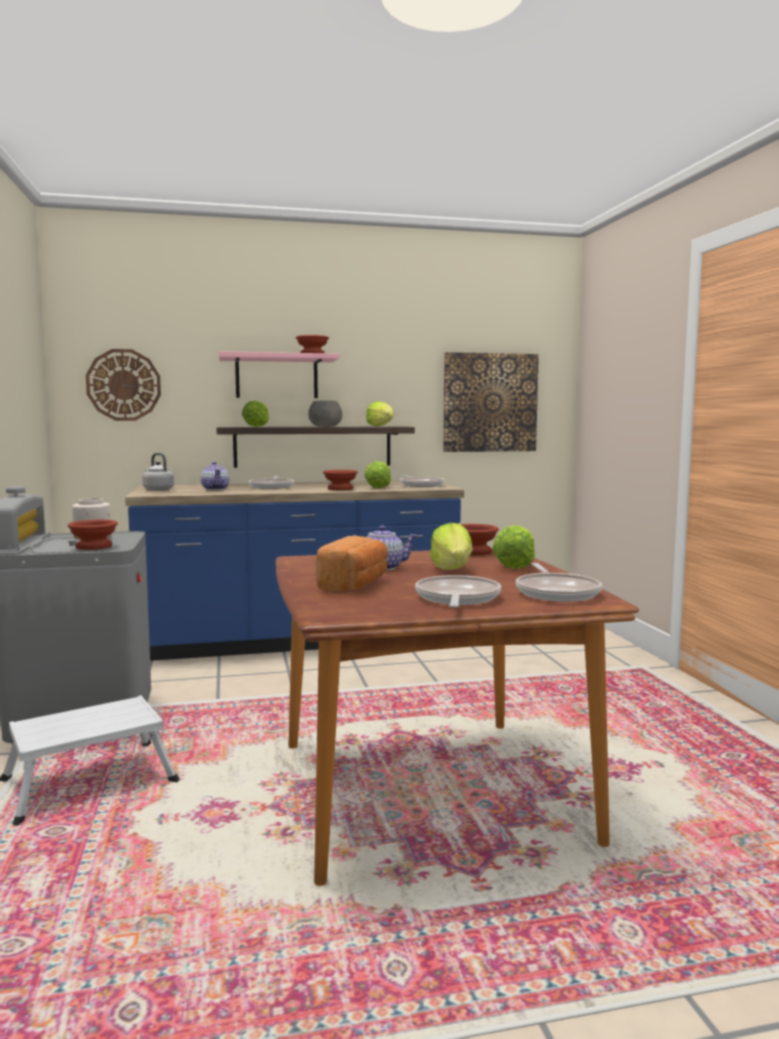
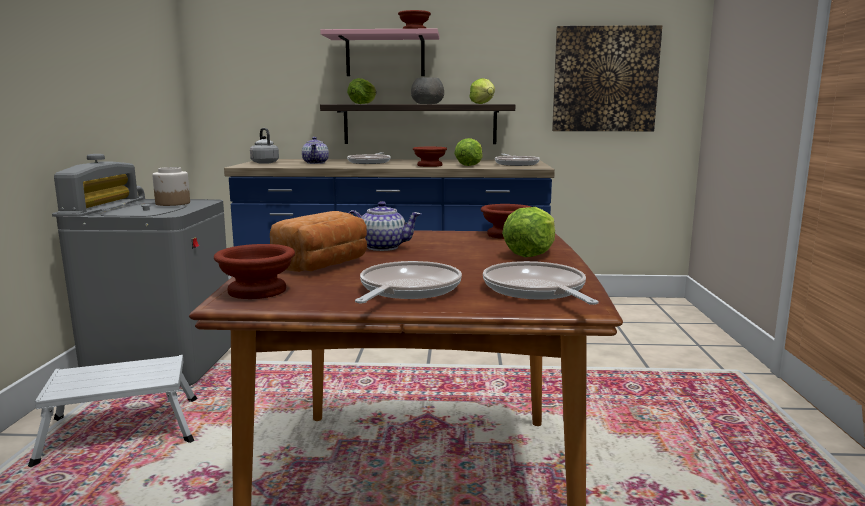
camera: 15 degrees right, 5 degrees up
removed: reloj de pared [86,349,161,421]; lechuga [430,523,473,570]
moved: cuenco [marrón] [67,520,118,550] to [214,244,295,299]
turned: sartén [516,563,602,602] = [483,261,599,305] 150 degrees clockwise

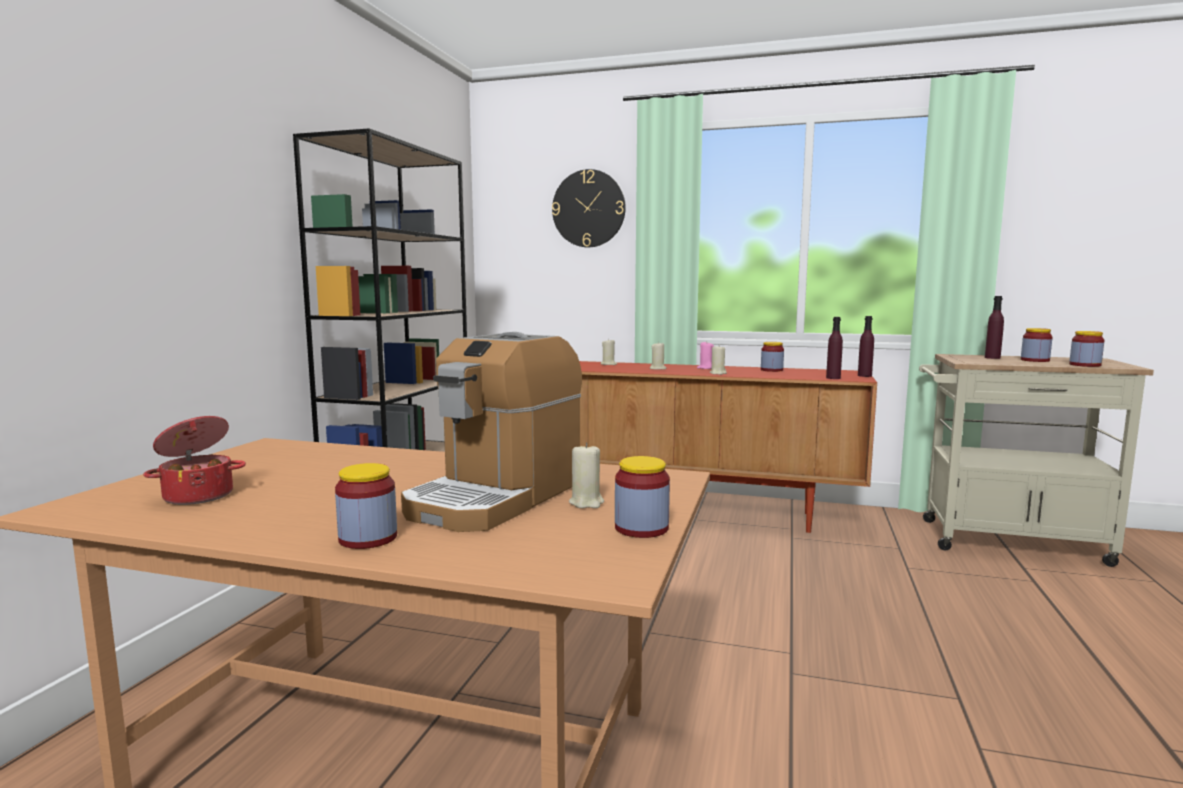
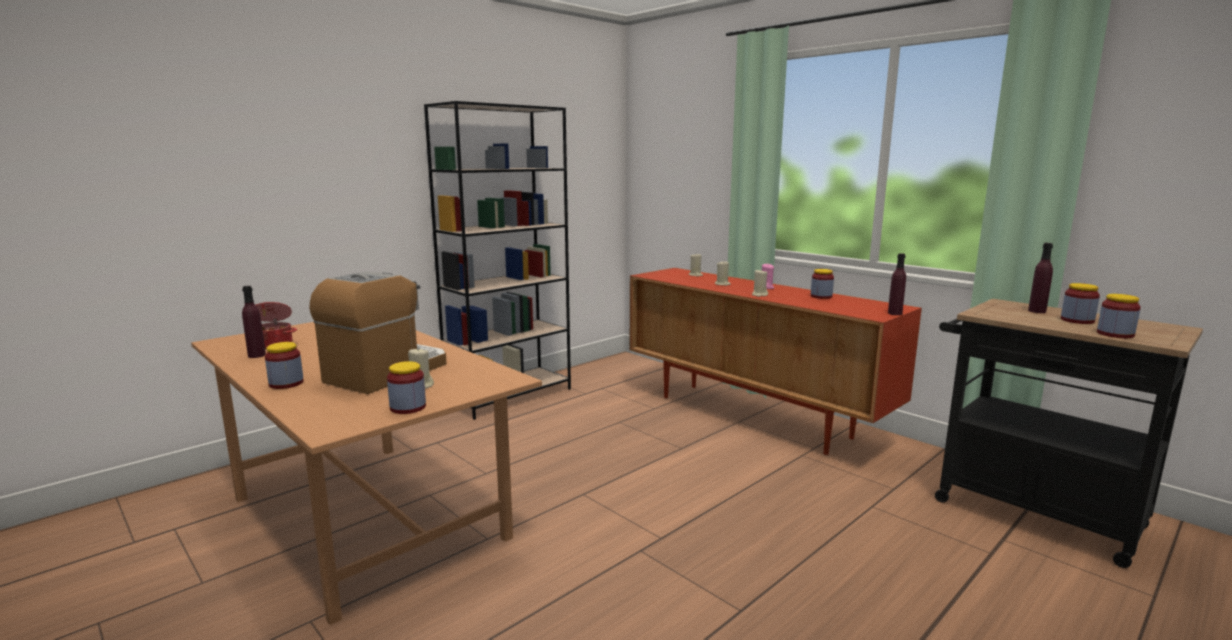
camera: 30 degrees right, 5 degrees up
removed: reloj de pared [552,169,626,247]
moved: botella [morado] [826,317,843,379] to [242,286,266,358]
recoloured: carrito [beis] [919,354,1154,567] to carrito [negro] [935,299,1203,568]
turned: cafetera [401,332,582,532] = [310,271,447,394] 150 degrees clockwise

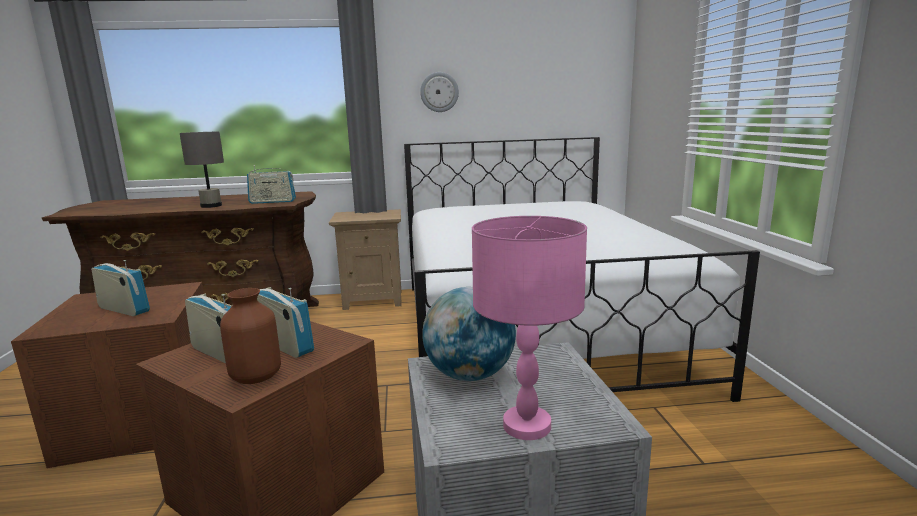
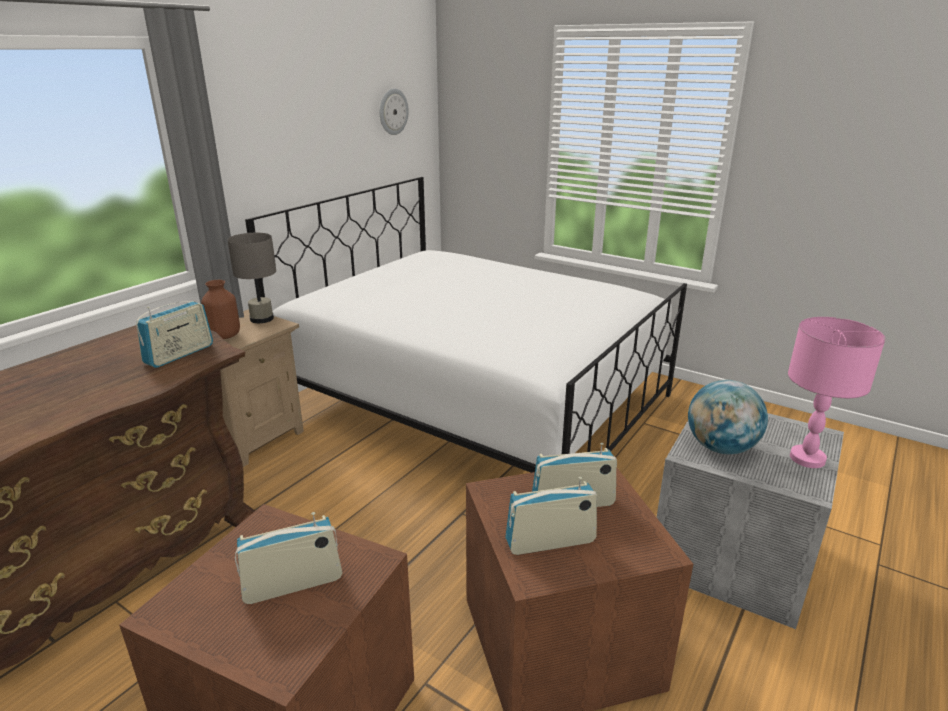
camera: 50 degrees left, 10 degrees up
moved: lámpara de mesa [gris] [180,132,224,208] to [227,233,276,323]; florero [marrón] [220,288,281,384] to [201,280,240,339]; reloj de pared [420,72,459,112] to [380,89,409,135]

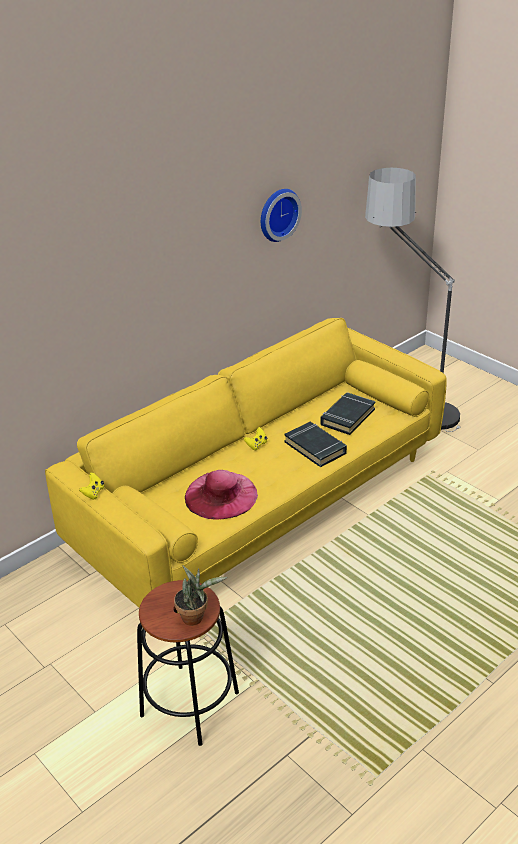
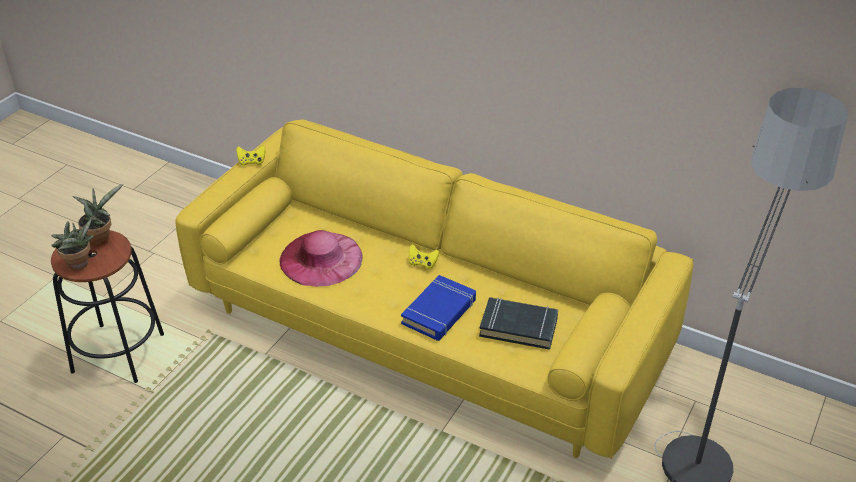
camera: 70 degrees right, 5 degrees up
removed: reloj de pared [261,189,302,242]
added: planta en maceta [72,184,123,247]
recoloured: libro [negro] [284,422,347,467] to libro [azul] [401,275,476,341]

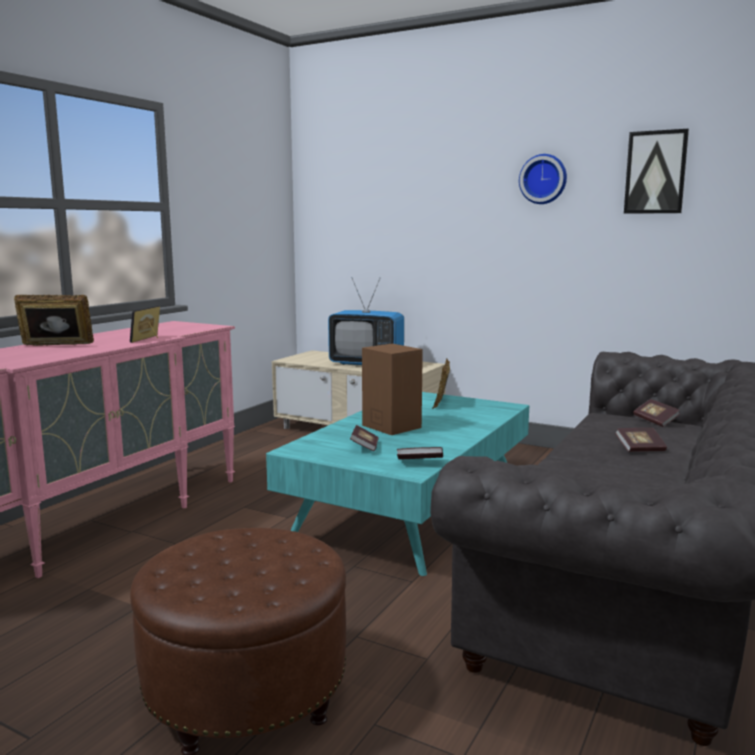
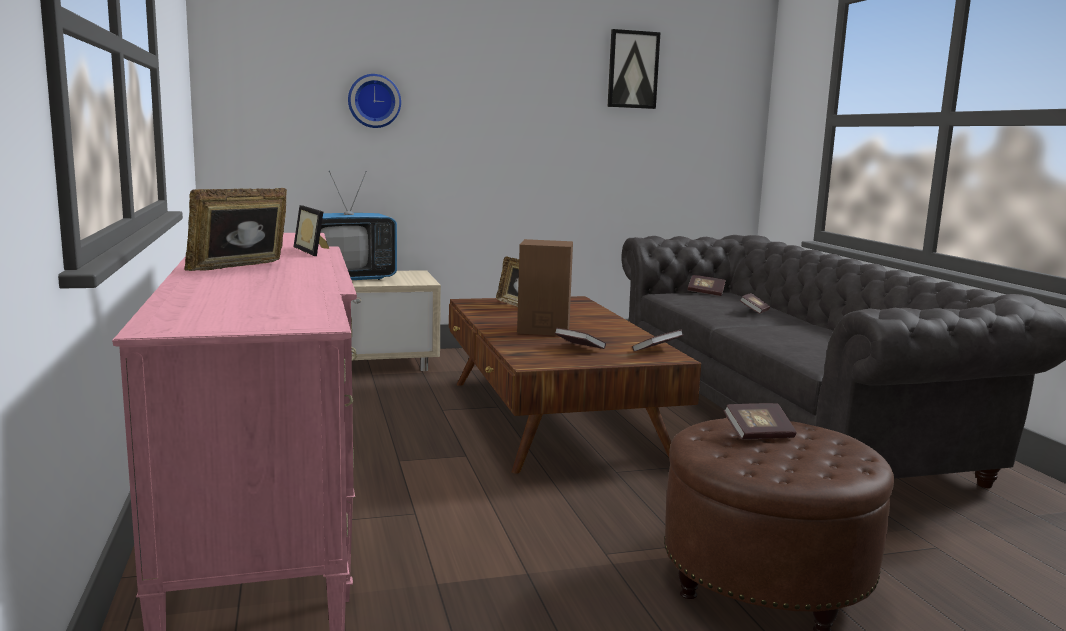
camera: 45 degrees left, 0 degrees up
added: libro [724,403,797,440]
moved: reloj de pared [519,154,567,204] to [348,74,401,128]
recoloured: mesa de centro [turquesa] [266,392,529,576] to mesa de centro [marrón] [449,296,701,474]

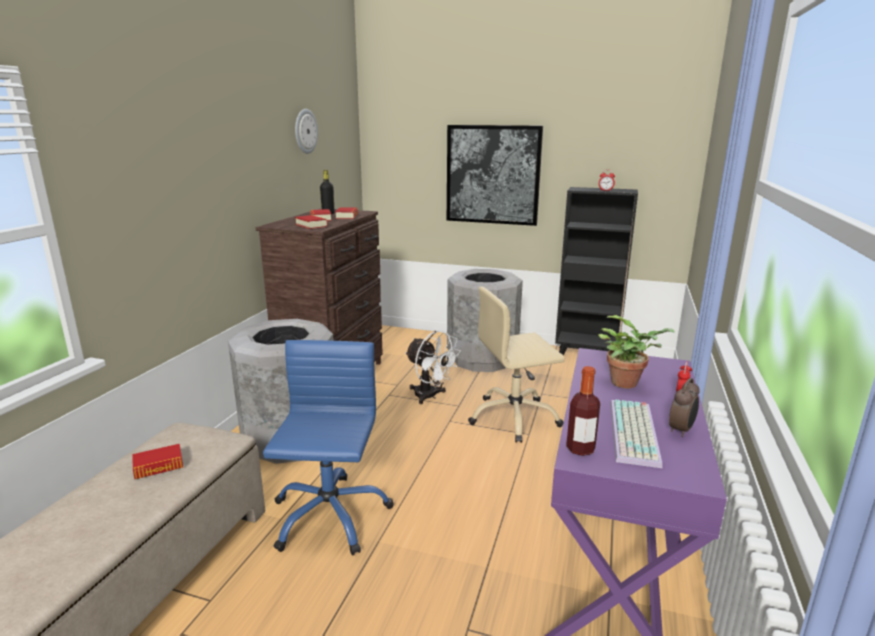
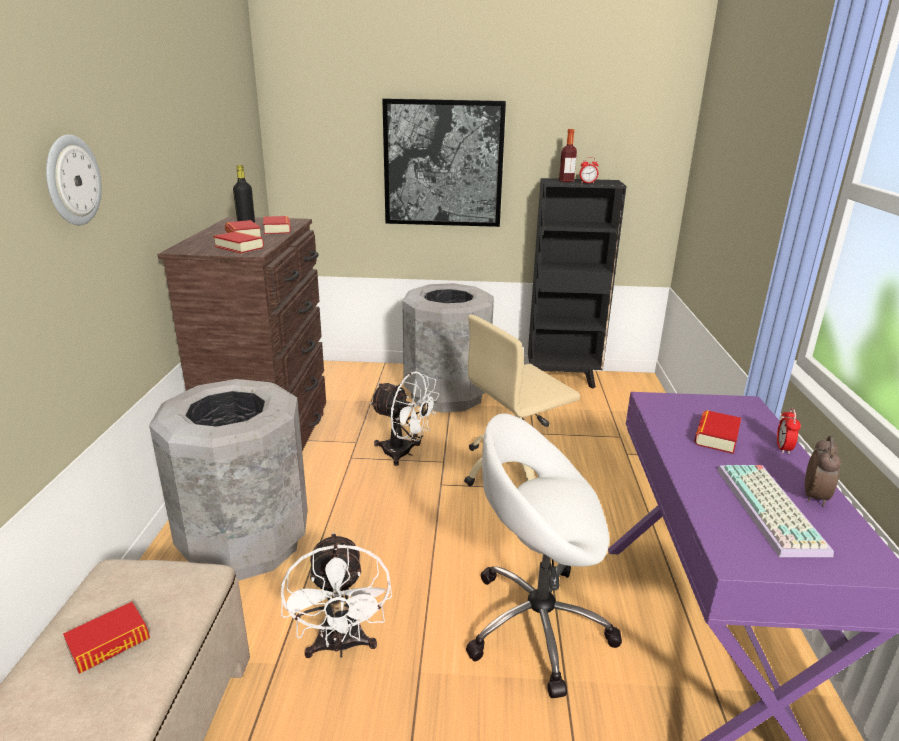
camera: 15 degrees left, 5 degrees up
added: silla de oficina [blanco] [466,413,622,698]
moved: reloj de pared [295,109,318,154] to [46,134,102,225]; botella [566,366,600,456] to [559,129,577,182]
replaced: silla de oficina [azul] [263,340,394,555] to ventilador [blanco] [281,532,392,658]; planta en maceta [598,315,675,388] to libro [694,410,741,454]

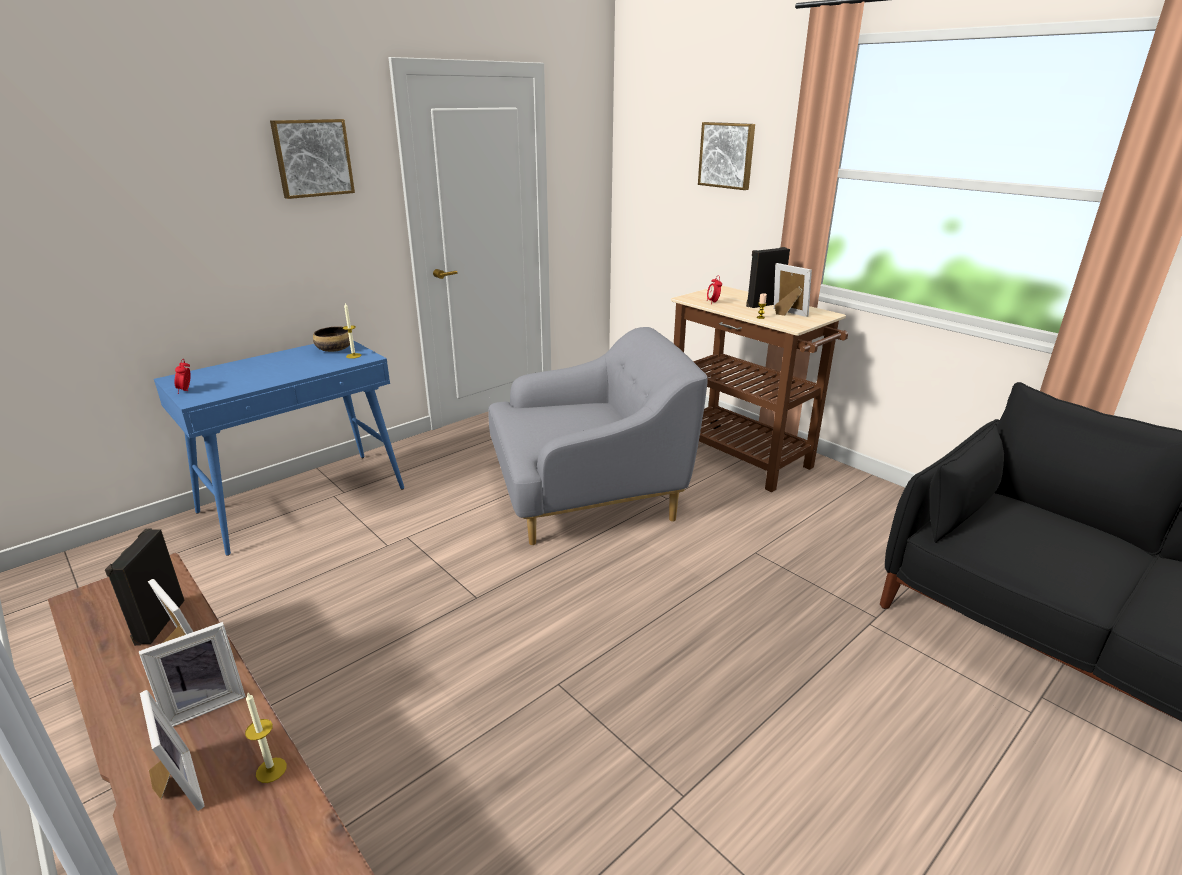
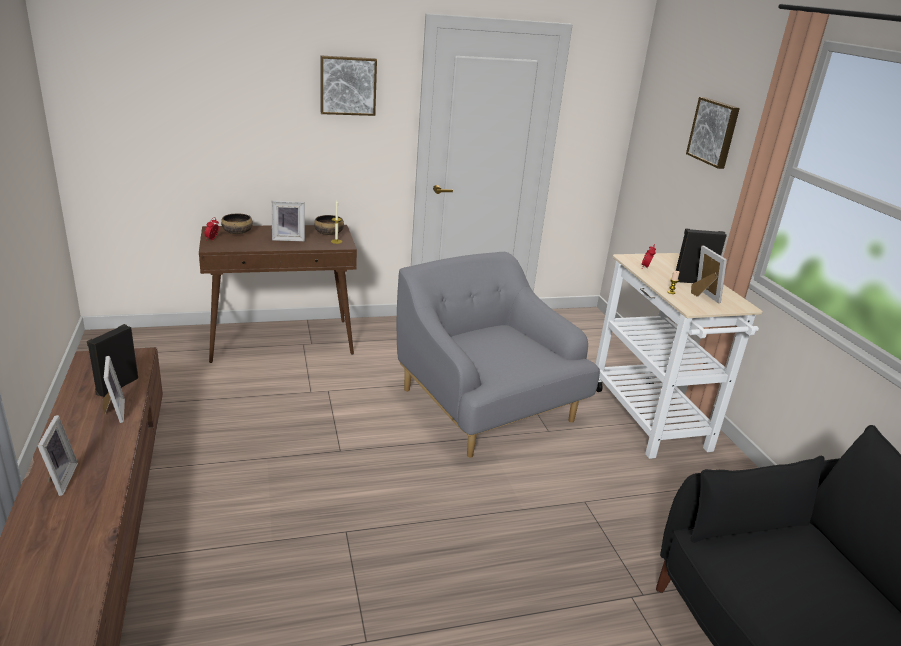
camera: 25 degrees right, 0 degrees up
removed: vela [245,693,287,783]
added: cuenco [221,213,253,234]
moved: portarretratos [139,622,246,727] to [271,201,305,241]
recoloured: mesa consola [azul] [154,340,404,556] to mesa consola [marrón] [199,225,357,363]; carrito [marrón] [671,286,848,492] to carrito [blanco] [596,253,763,459]
turned: sillón [gris] [488,327,708,545] = [397,252,600,458] 135 degrees counterclockwise

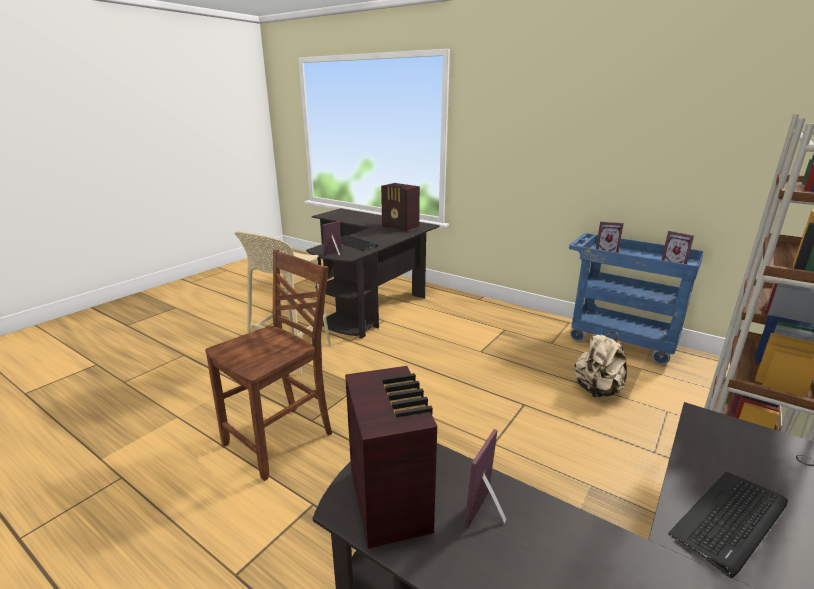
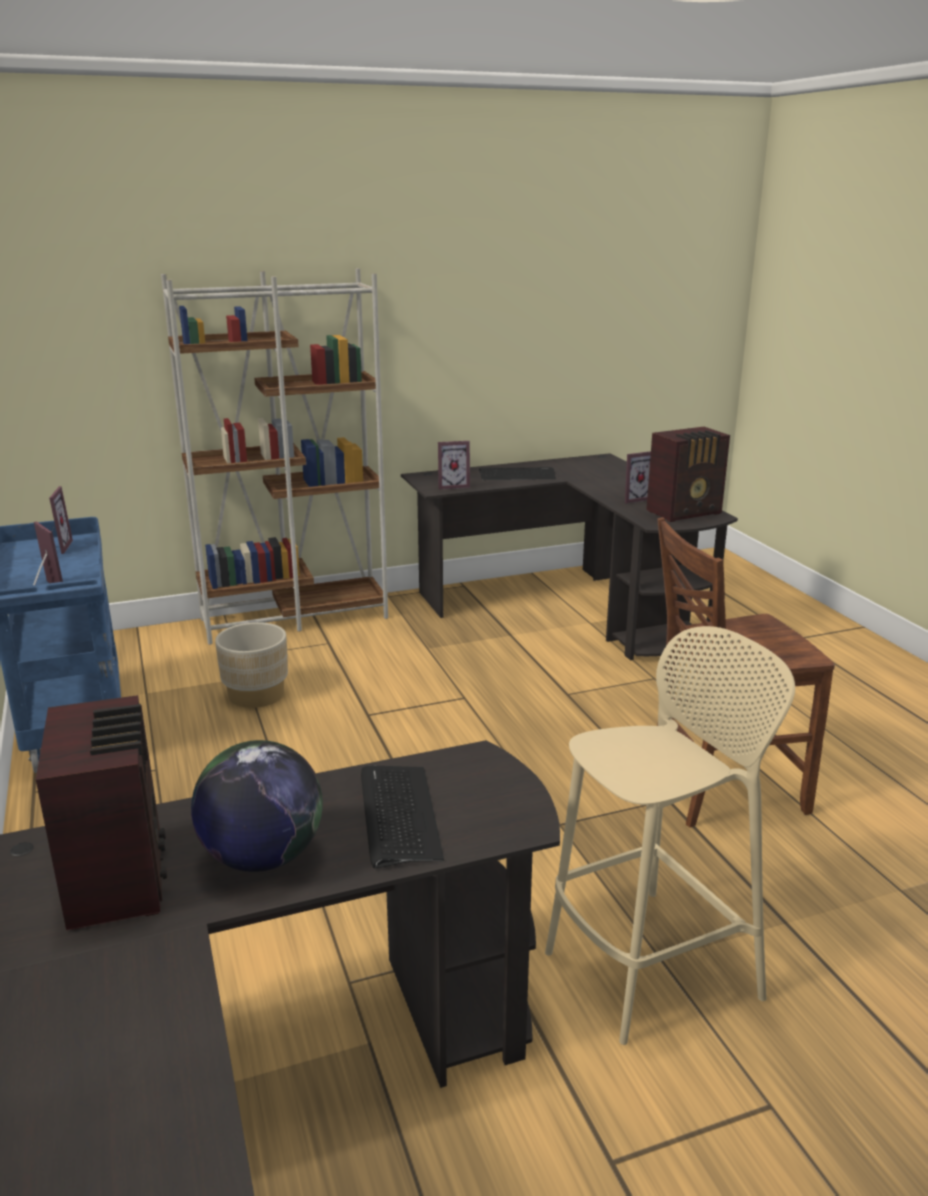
camera: 145 degrees left, 0 degrees up
added: globo terráqueo [191,740,323,872]
moved: portarretratos [322,221,341,255] to [438,441,470,490]
replaced: mochila [beis] [574,332,627,397] to maceta [beis] [215,622,288,708]
turned: radio [345,366,438,549] = [646,427,730,522] 135 degrees counterclockwise

